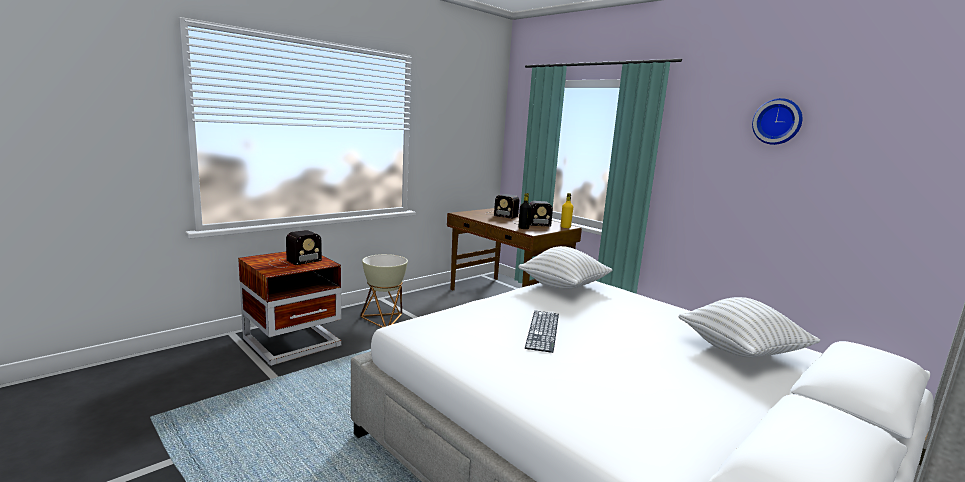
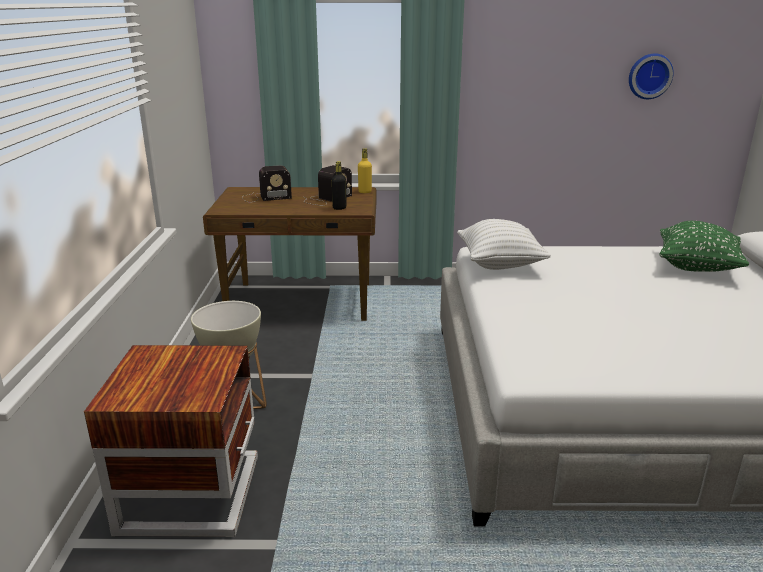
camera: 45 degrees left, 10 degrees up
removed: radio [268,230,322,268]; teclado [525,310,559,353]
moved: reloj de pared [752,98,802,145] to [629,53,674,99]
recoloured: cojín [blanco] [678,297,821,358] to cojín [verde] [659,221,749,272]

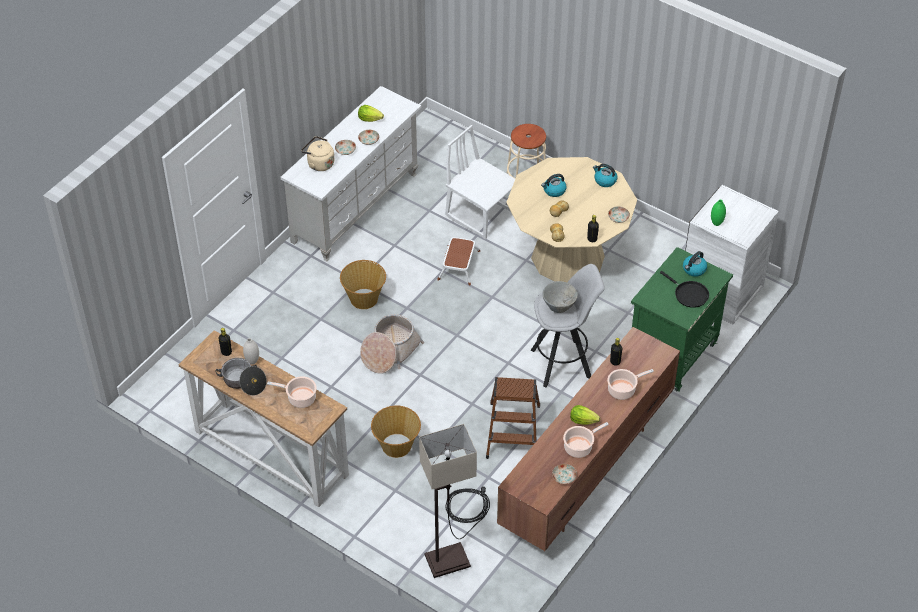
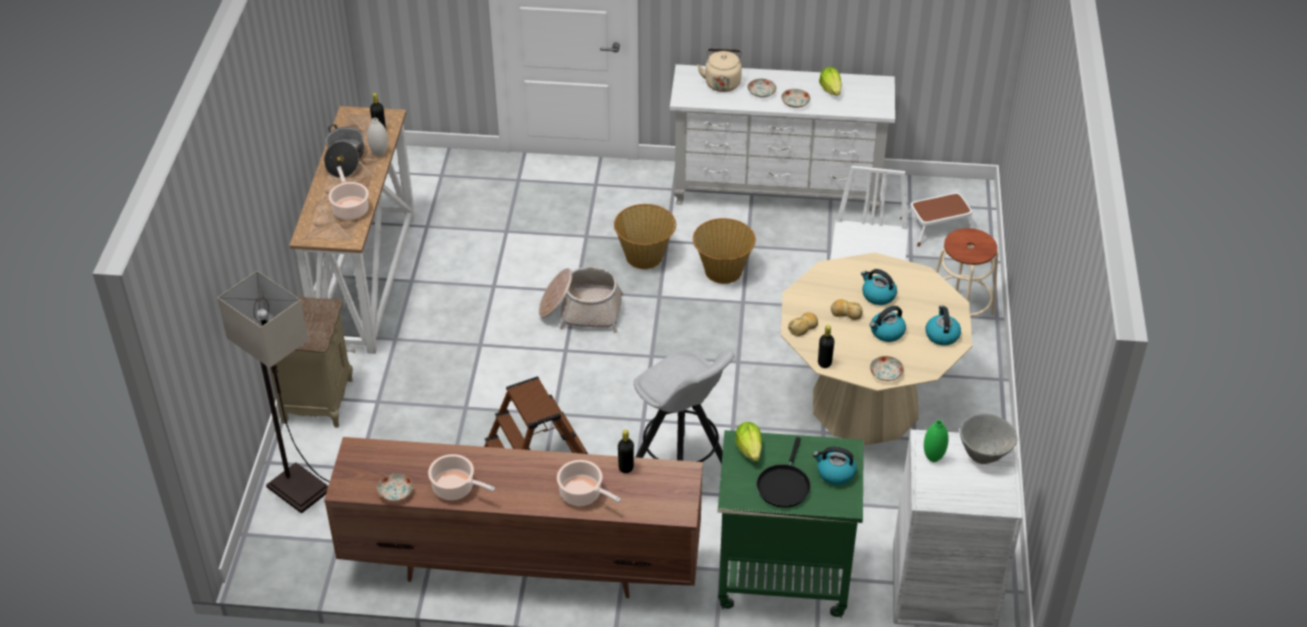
camera: 60 degrees right, 5 degrees down
added: mesita de noche [beis] [270,296,355,428]; hervidor [870,306,906,342]
moved: cesta [371,405,421,458] to [693,218,756,284]; escalera de tijera [marrón] [437,237,480,286] to [900,193,976,247]; cuenco [gris] [542,281,578,313] to [960,413,1017,464]; lechuga [570,405,600,425] to [735,422,762,462]

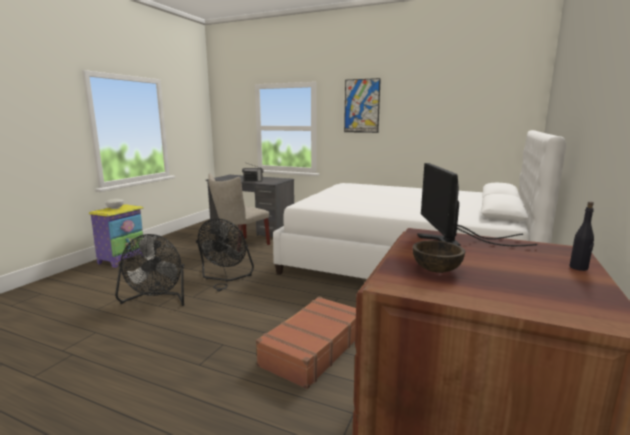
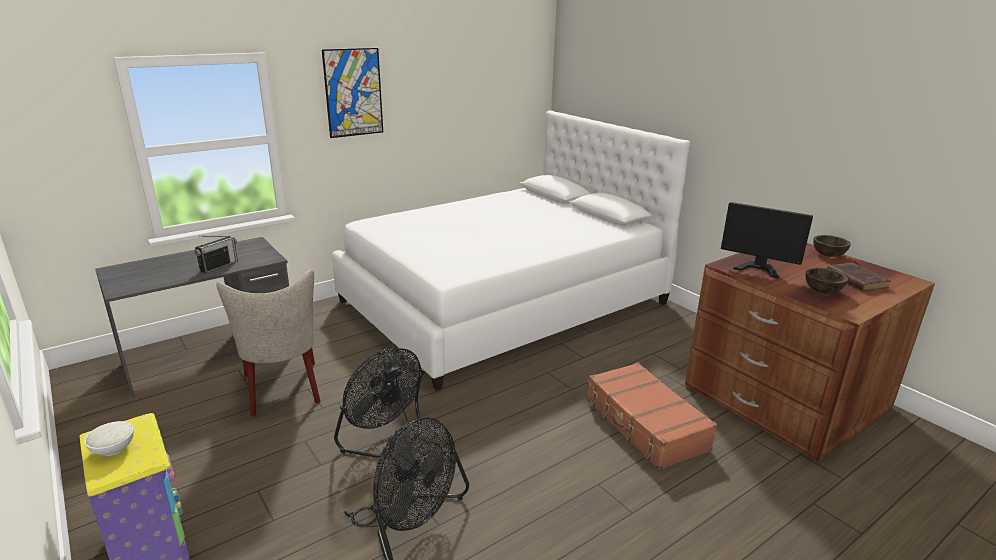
camera: 60 degrees left, 10 degrees up
added: libro [marrón] [827,263,891,291]
replaced: botella [negro] [570,202,594,271] to cuenco [marrón] [813,235,851,257]

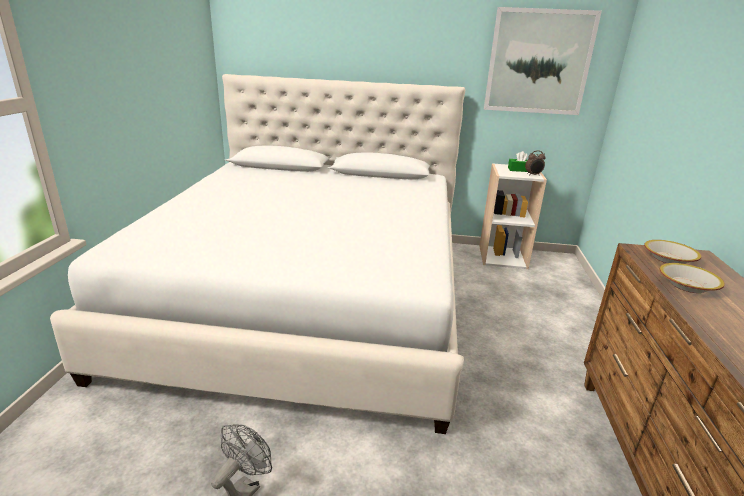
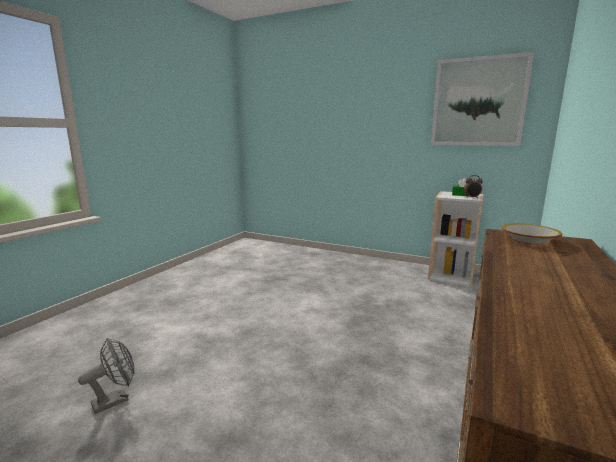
camera: 20 degrees right, 10 degrees down
removed: cama [blanco] [50,74,465,434]; cuenco [659,263,725,293]

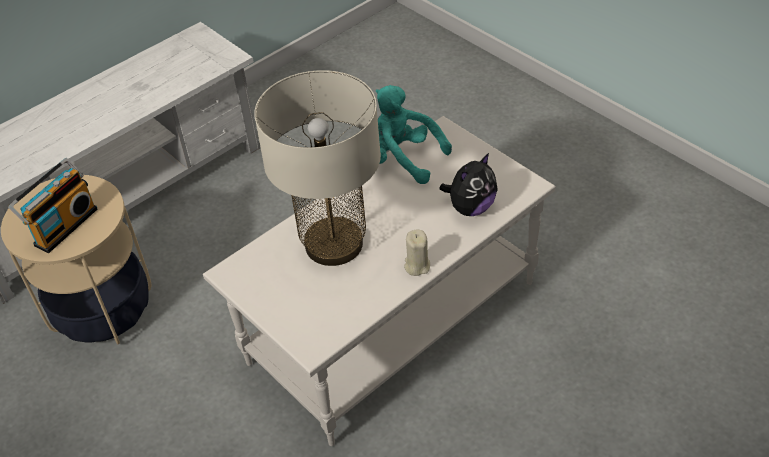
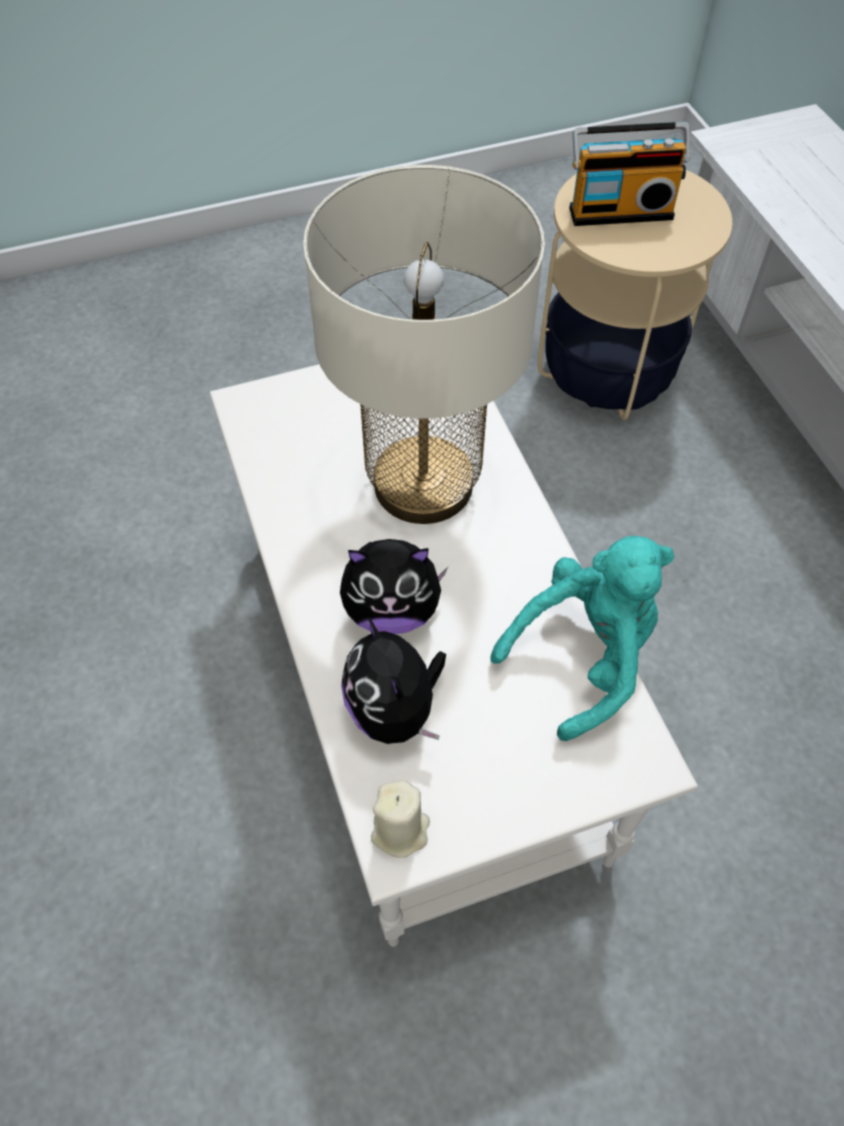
camera: 110 degrees right, 10 degrees up
added: peluche [340,539,448,634]
moved: vela [beis] [404,229,430,276] to [371,780,430,858]
turned: radio [8,158,97,253] = [569,122,690,226] 60 degrees counterclockwise

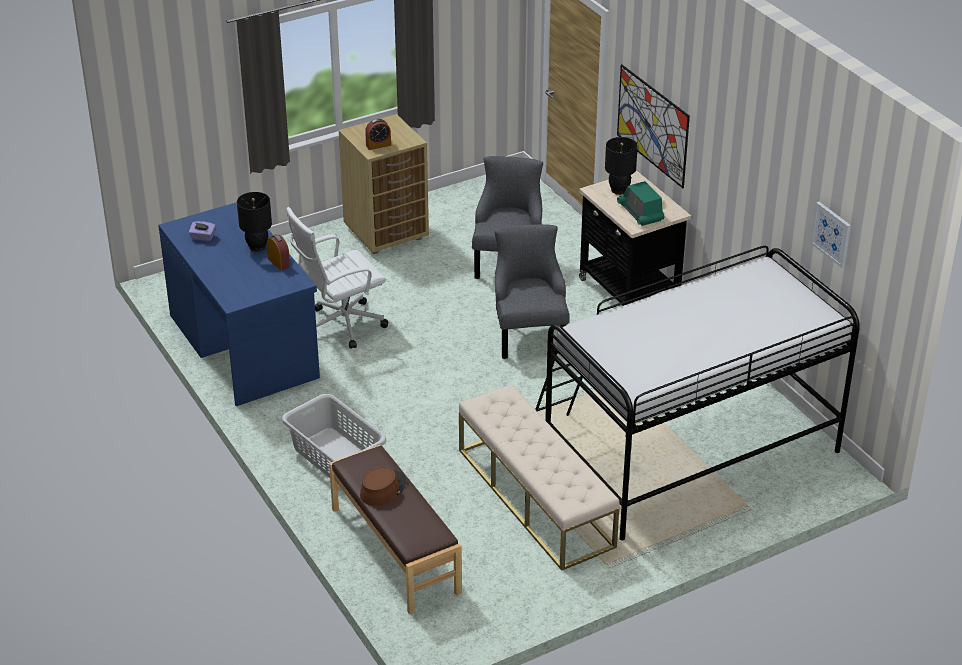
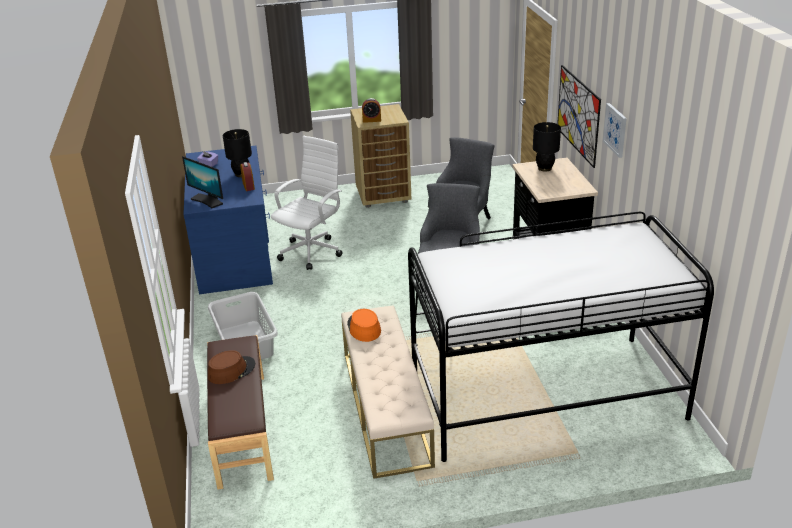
camera: 20 degrees right, 5 degrees down
removed: radio [617,181,664,226]
added: monitor [182,156,223,208]; sombrero [naranja] [347,309,381,342]
moved: cuadro [811,202,851,268] to [603,103,627,158]
turned: silla de oficina [blanco] [286,207,388,349] = [271,136,343,270] 135 degrees clockwise

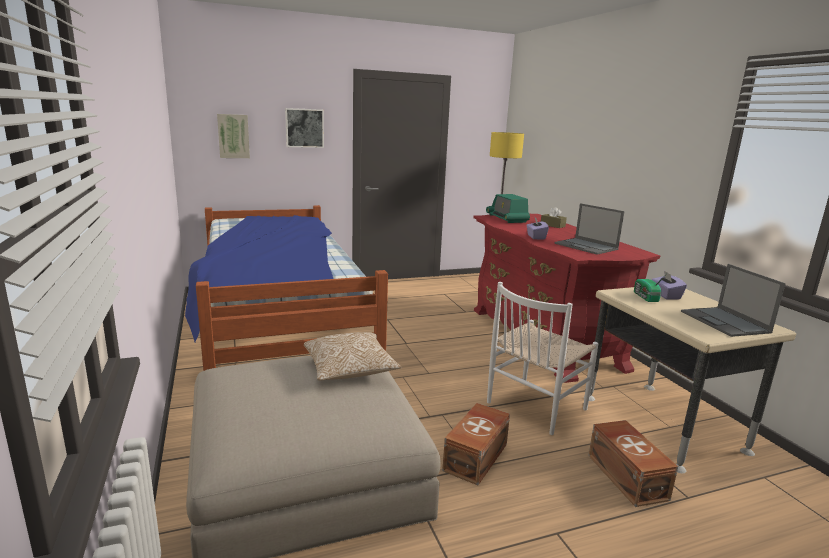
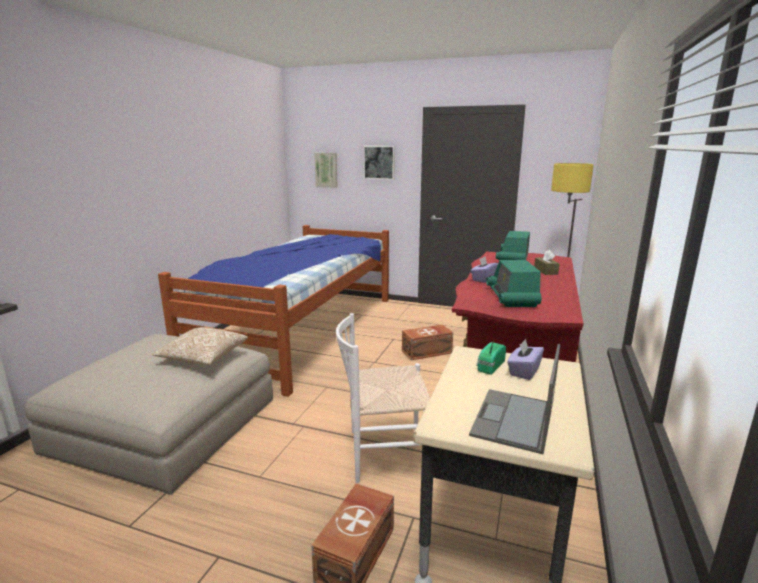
camera: 40 degrees right, 0 degrees up
moved: caja de almacenaje [marrón] [442,403,510,485] to [402,324,453,360]
replaced: portátil [554,203,625,255] to radio [486,260,541,307]

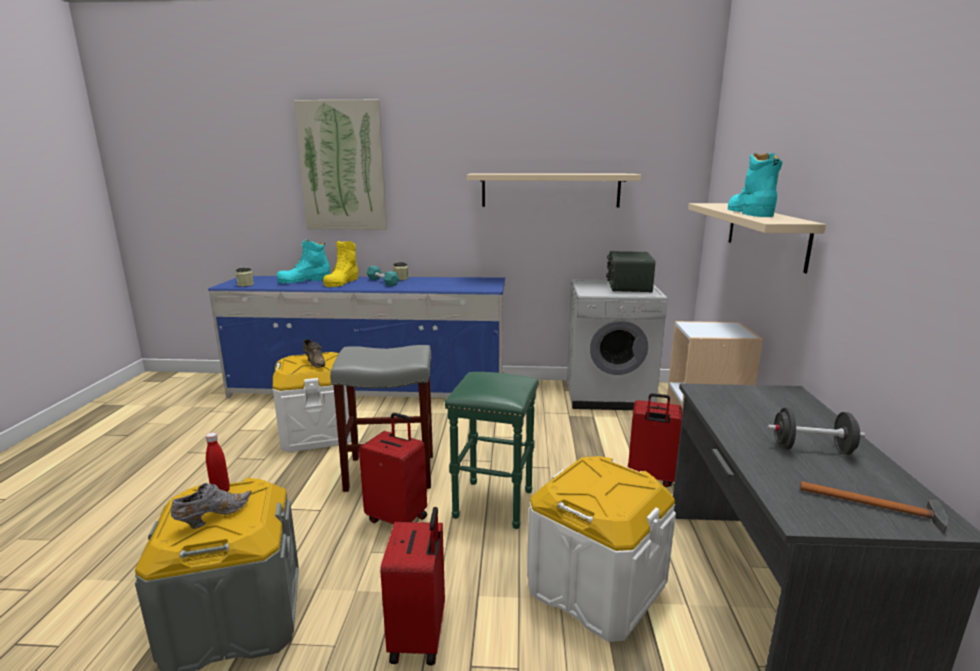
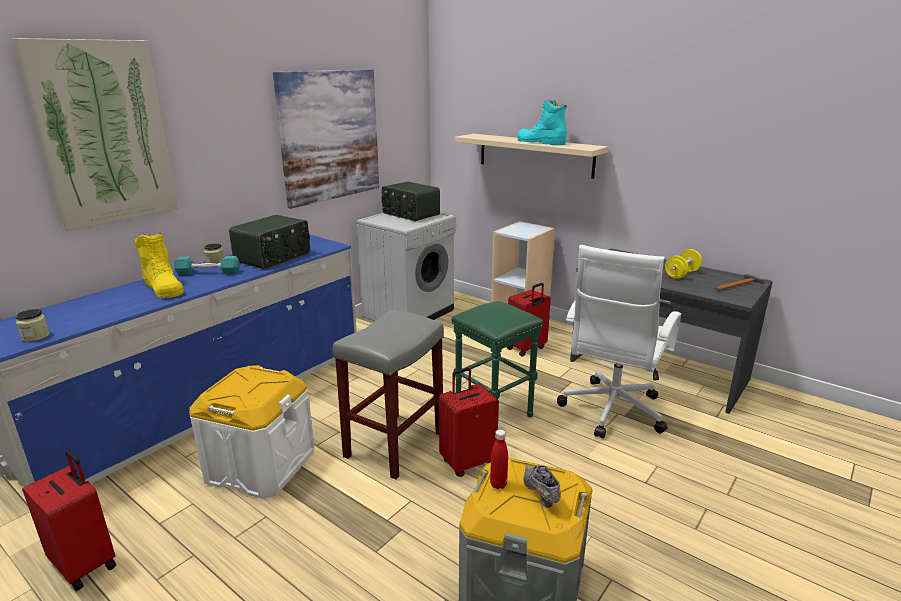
camera: 55 degrees left, 5 degrees up
removed: bota [turquesa] [277,239,330,284]; zapato [marrón] [303,339,325,368]
added: radio [229,215,310,270]
moved: maleta [rojo] [380,507,445,665] to [22,450,116,591]
replaced: estante [beis] [467,173,641,207] to cuadro [273,69,379,209]; caja de almacenaje [blanco] [527,456,676,642] to silla de oficina [blanco] [557,245,681,438]
recoloured: mancuerna [negro] [767,407,865,455] to mancuerna [amarillo] [665,249,702,279]

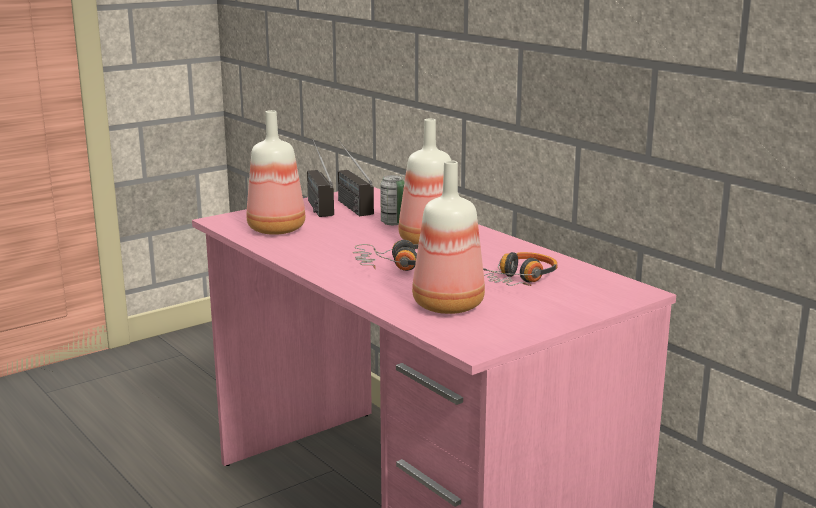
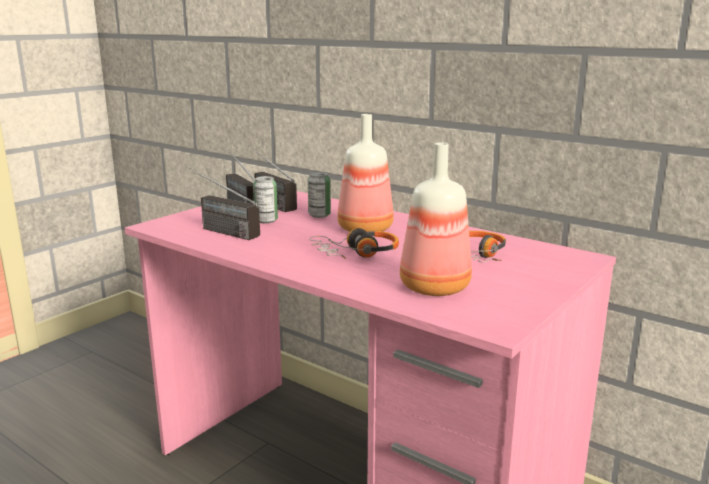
camera: 15 degrees left, 0 degrees up
added: lata [253,176,278,224]
replaced: botella [247,110,305,235] to radio [185,166,260,240]

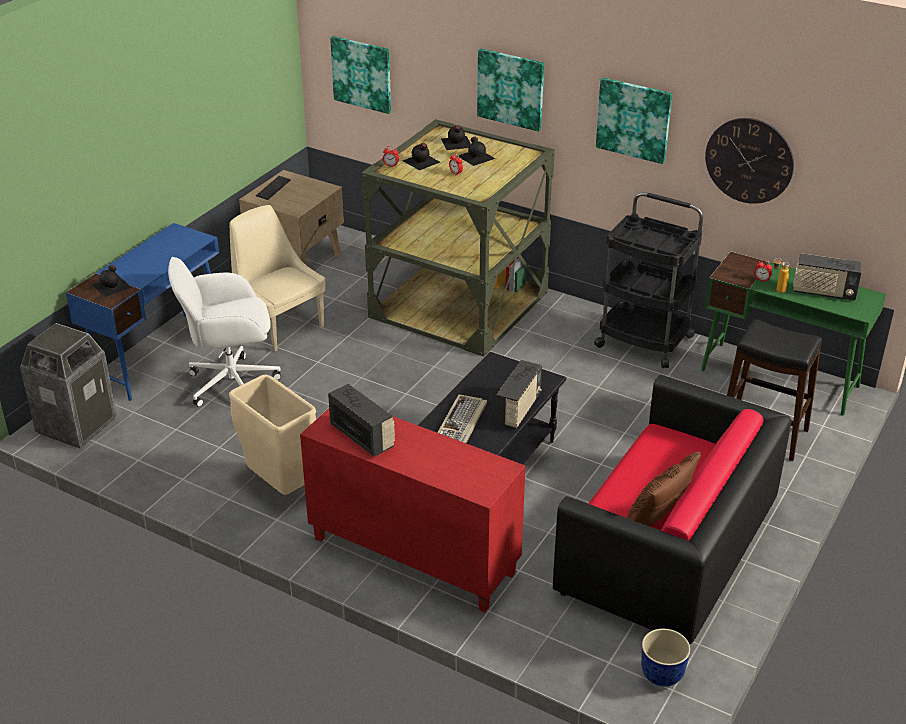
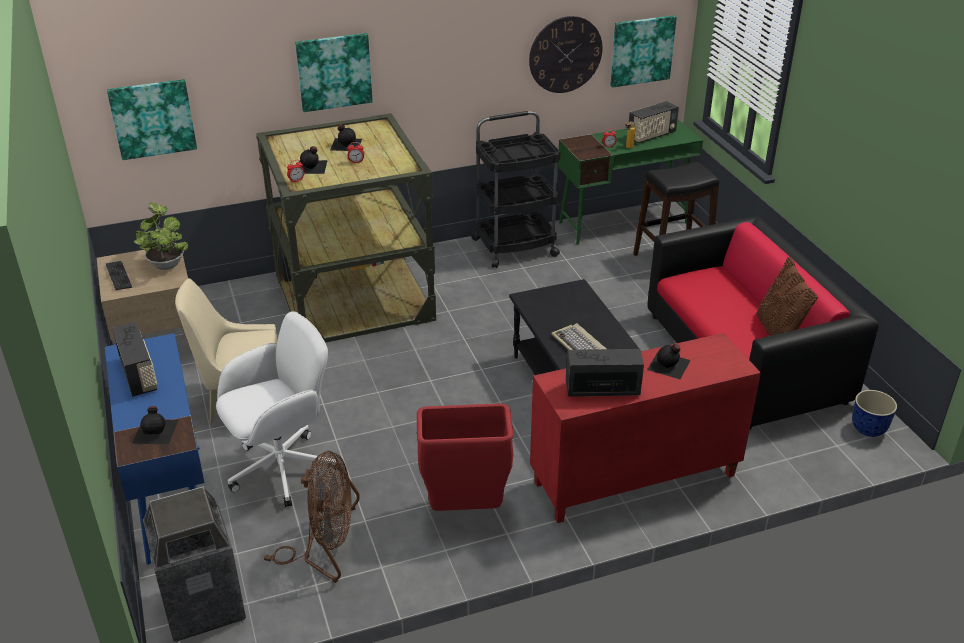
camera: 50 degrees left, 0 degrees up
added: planta en maceta [133,203,188,270]; ventilador [marrón] [263,451,360,583]
moved: botella [negro] [441,125,471,150] to [647,344,691,379]; radio [496,360,542,429] to [112,322,157,397]; cuadro [596,78,672,164] to [610,15,677,88]
recoloured: papelera [beis] [229,374,316,495] to papelera [rojo] [417,403,514,511]
turned: silla de oficina [blanco] [168,257,281,407] = [216,311,336,507] 150 degrees counterclockwise

